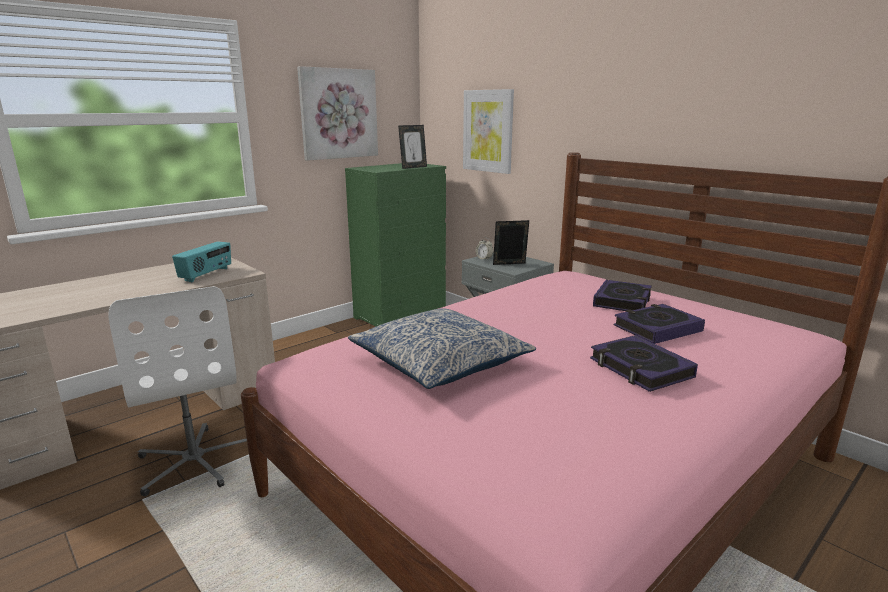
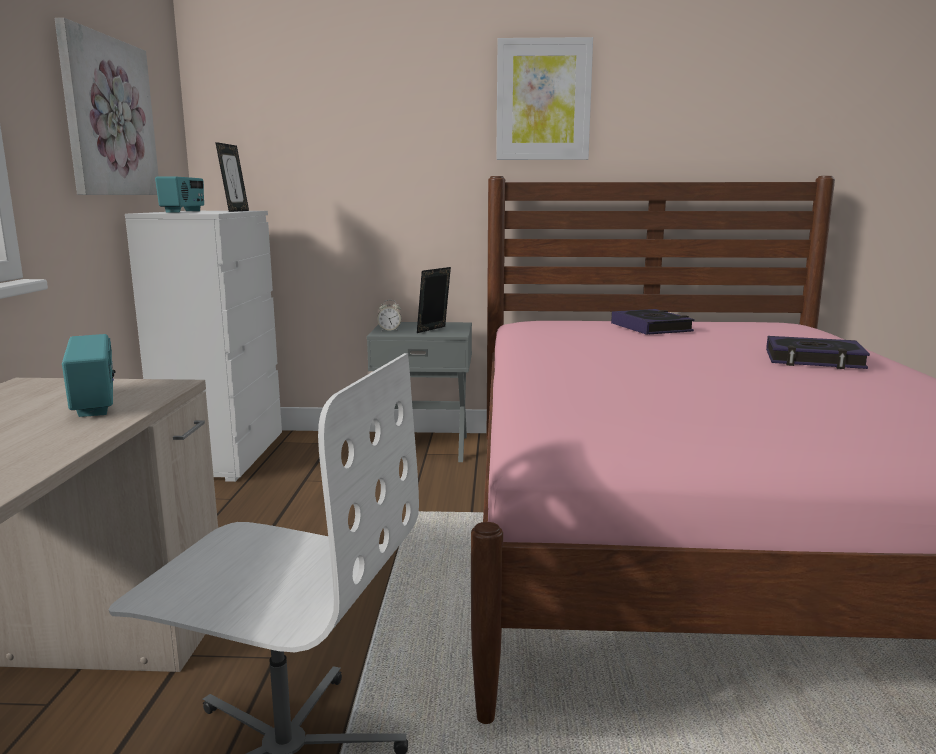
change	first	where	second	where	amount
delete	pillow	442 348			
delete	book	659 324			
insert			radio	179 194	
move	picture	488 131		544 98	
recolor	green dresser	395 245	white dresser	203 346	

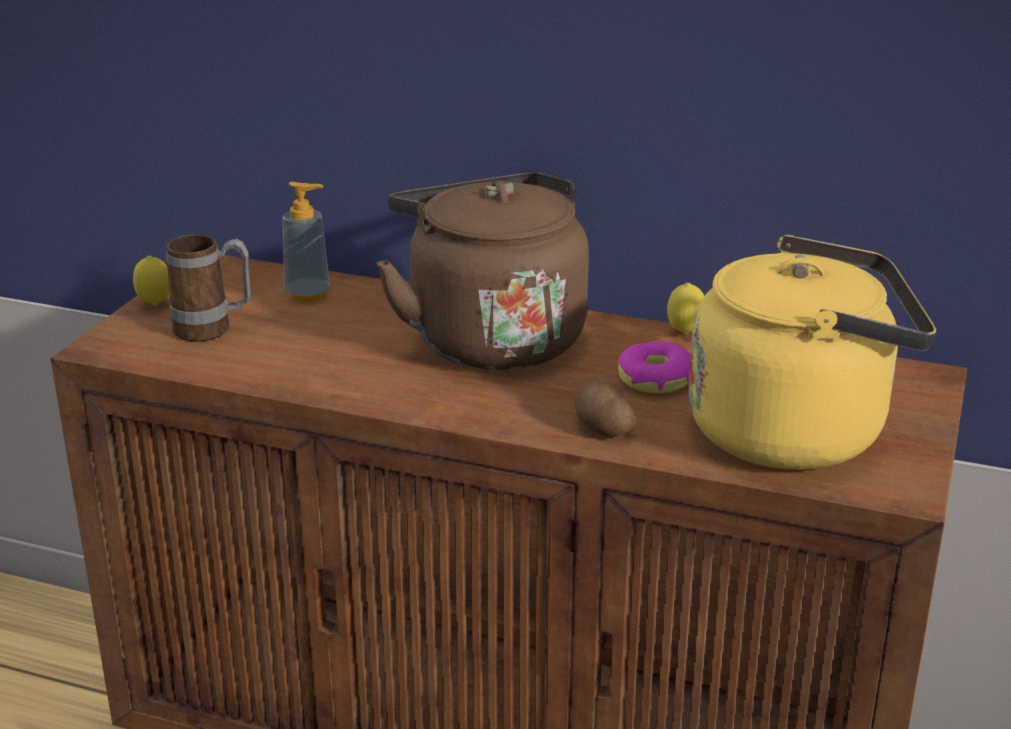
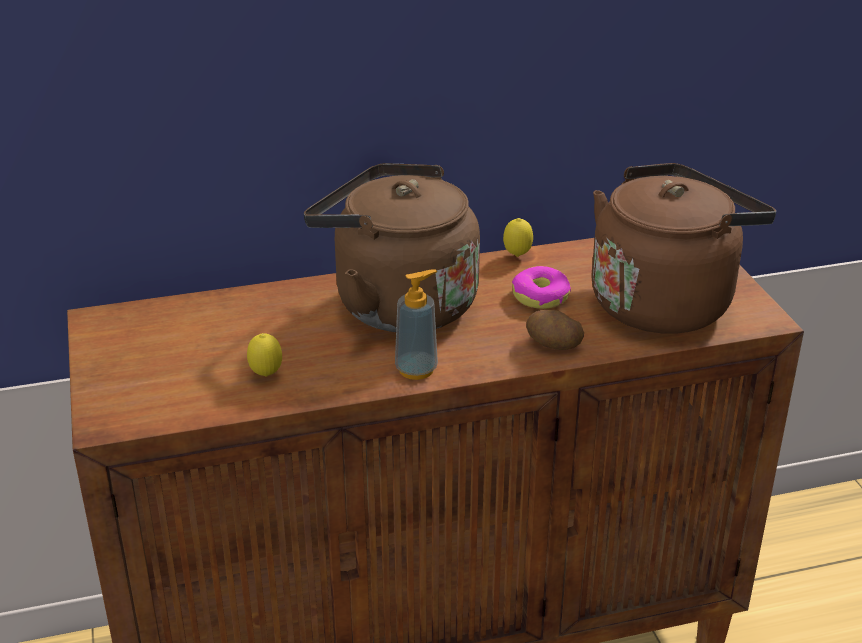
change	first	where	second	where	amount
delete	mug	208 288			
move	lemon	151 281		264 354	
move	soap dispenser	306 242		416 324	
recolor	yellow kettle	812 352	brown kettle	684 248	

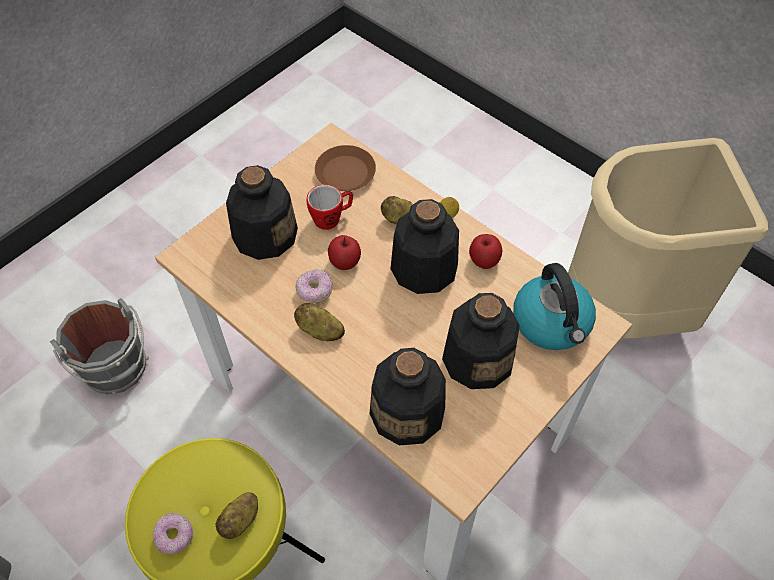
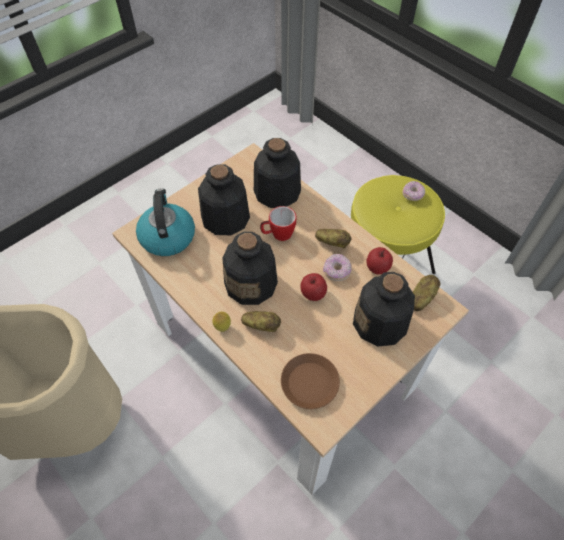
change	first	where	second	where	amount
delete	grey bucket	99 346			
move	potato	237 515		426 293	
move	mug	329 207		278 223	
move	apple	485 251		379 260	

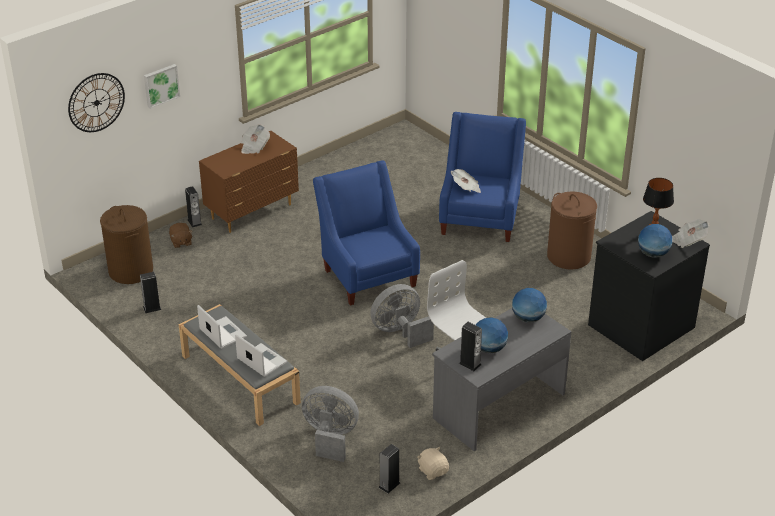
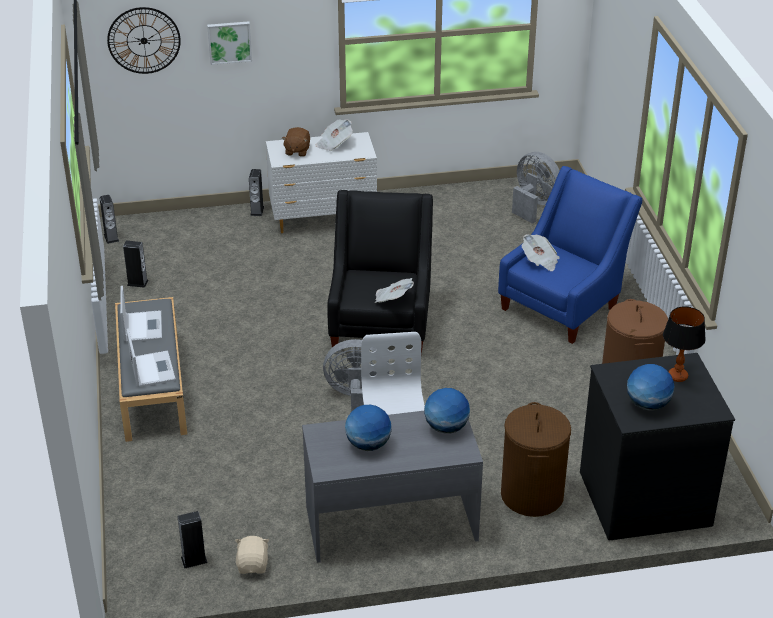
change	first	where	second	where	amount
move	brown laundry basket	126 244		536 459	
move	brown plush toy	181 235		296 142	
move	grey fan	330 424		536 188	
move	speaker	470 346		109 219	
move	newspaper	691 233		394 290	
recolor	brown dresser	249 182	white dresser	321 182	
recolor	blue armchair	366 233	black armchair	380 272	

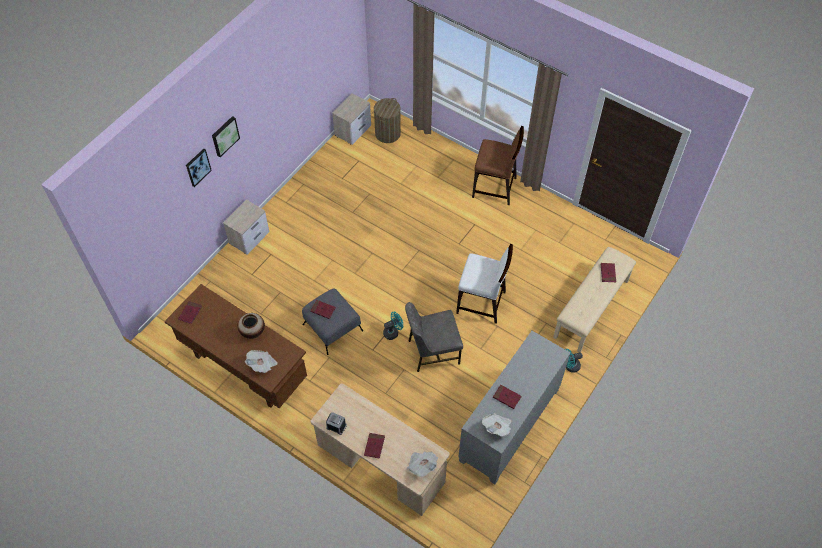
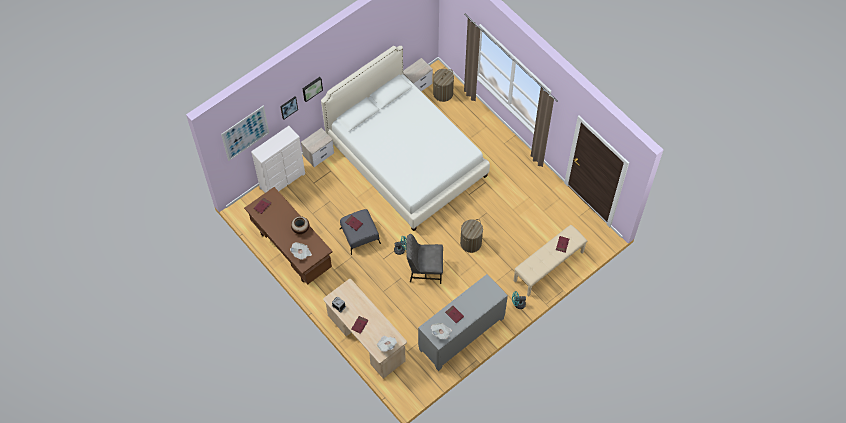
change	first	where	second	where	amount
delete	brown chair	498 165			
insert			picture	245 133	
insert			white dresser	278 159	
insert			white bed	405 138	
replace	white chair	484 284	laundry basket	471 236	

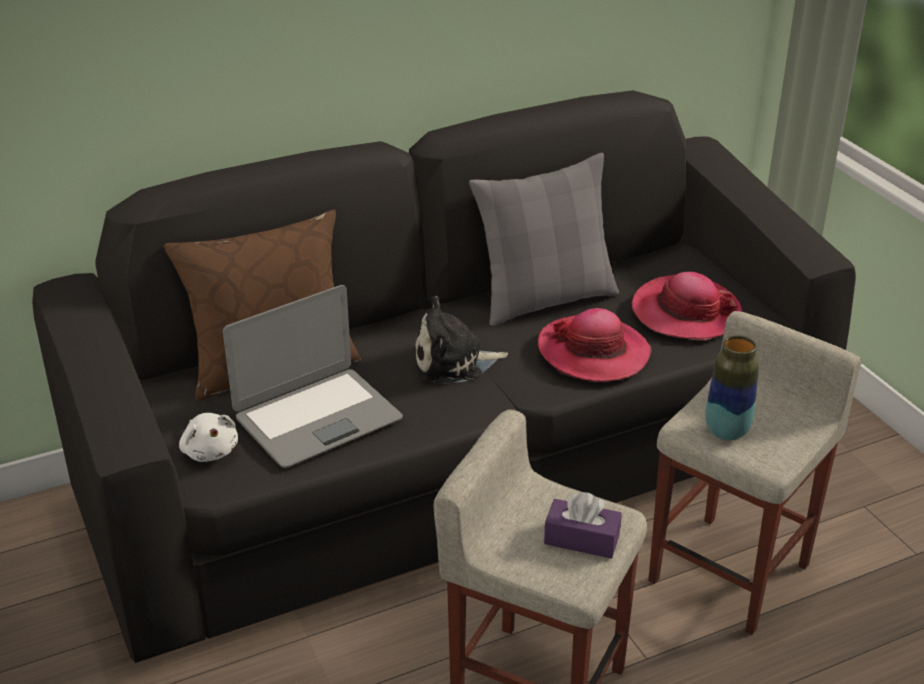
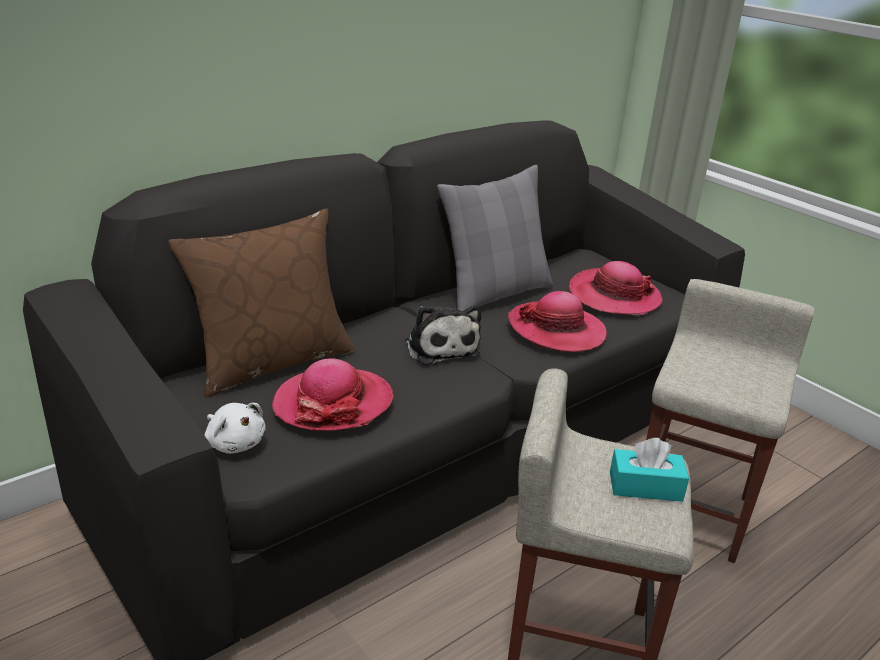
change	first	where	second	where	amount
delete	vase	732 387			
replace	laptop	313 376	hat	332 394	
recolor	purple tissue box	583 525	turquoise tissue box	649 470	
rotate	plush toy	461 340		443 335	90 degrees counterclockwise

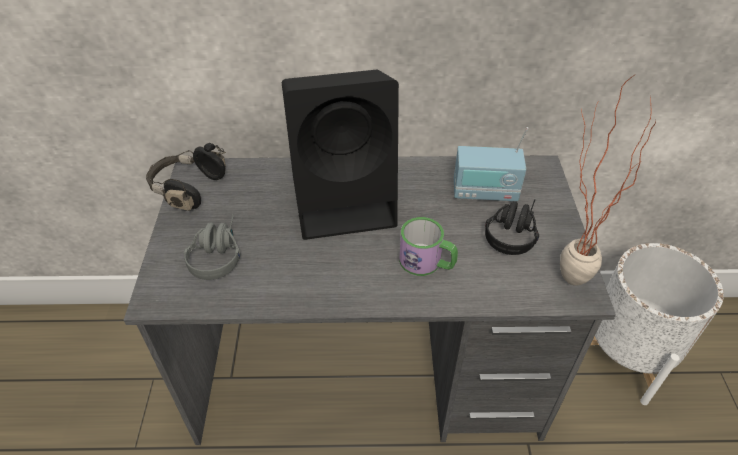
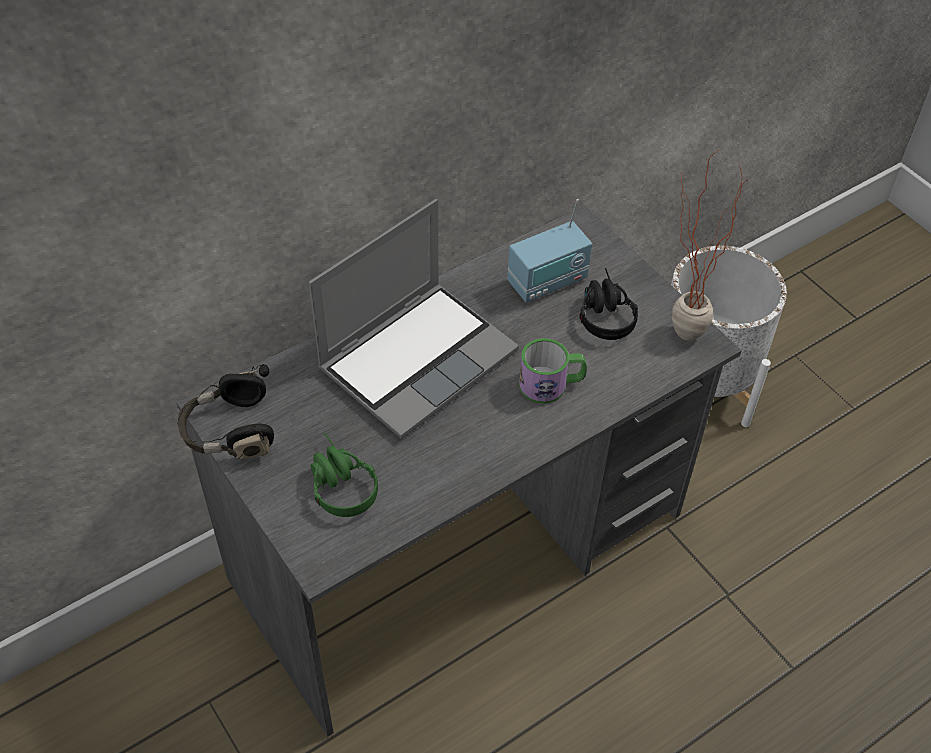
change	first	where	second	where	amount
replace	black speaker	340 155	laptop	414 319	
recolor	grey headphones	212 247	green headphones	344 474	

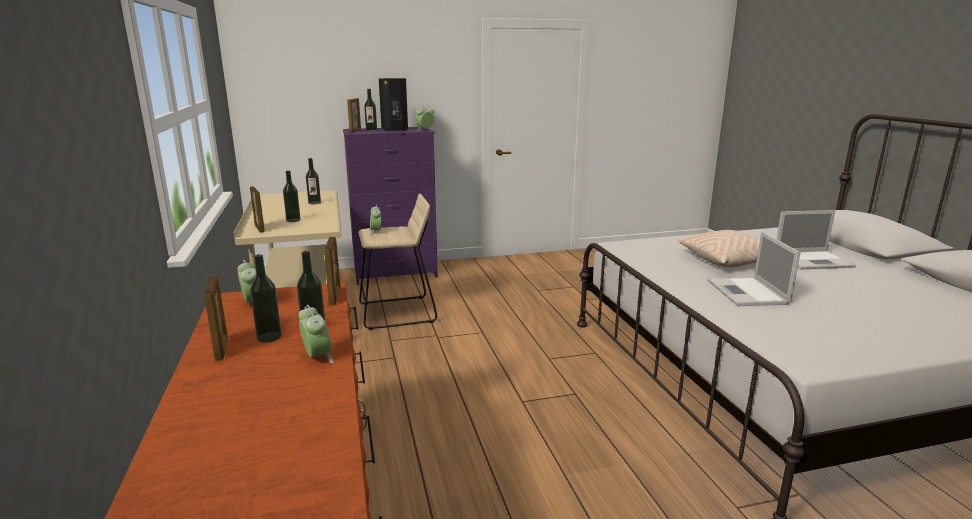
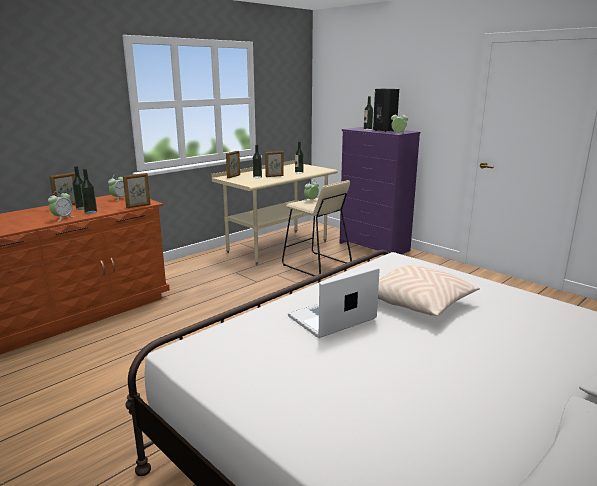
change	first	where	second	where	amount
delete	laptop	816 239			
move	picture frame	354 115		274 164	

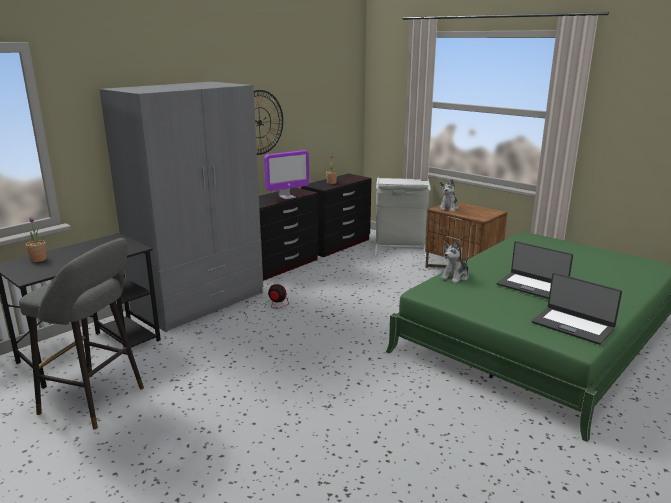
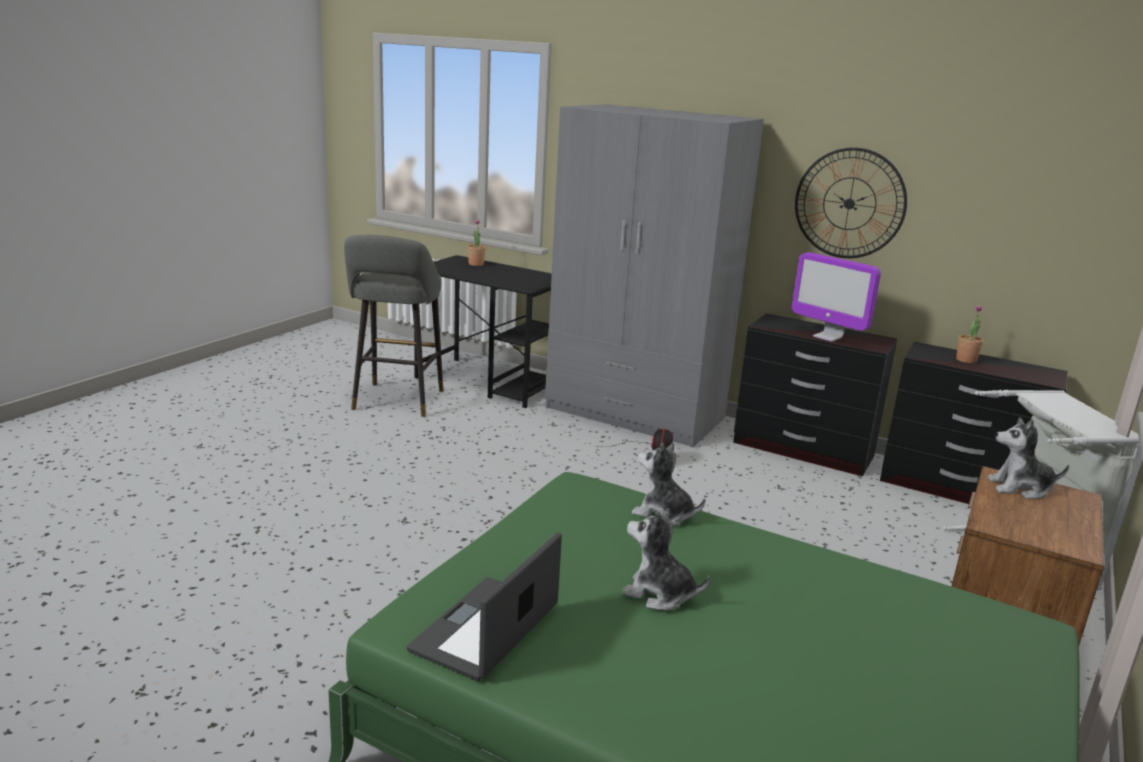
change	first	where	second	where	amount
replace	laptop	535 270	plush toy	666 559	

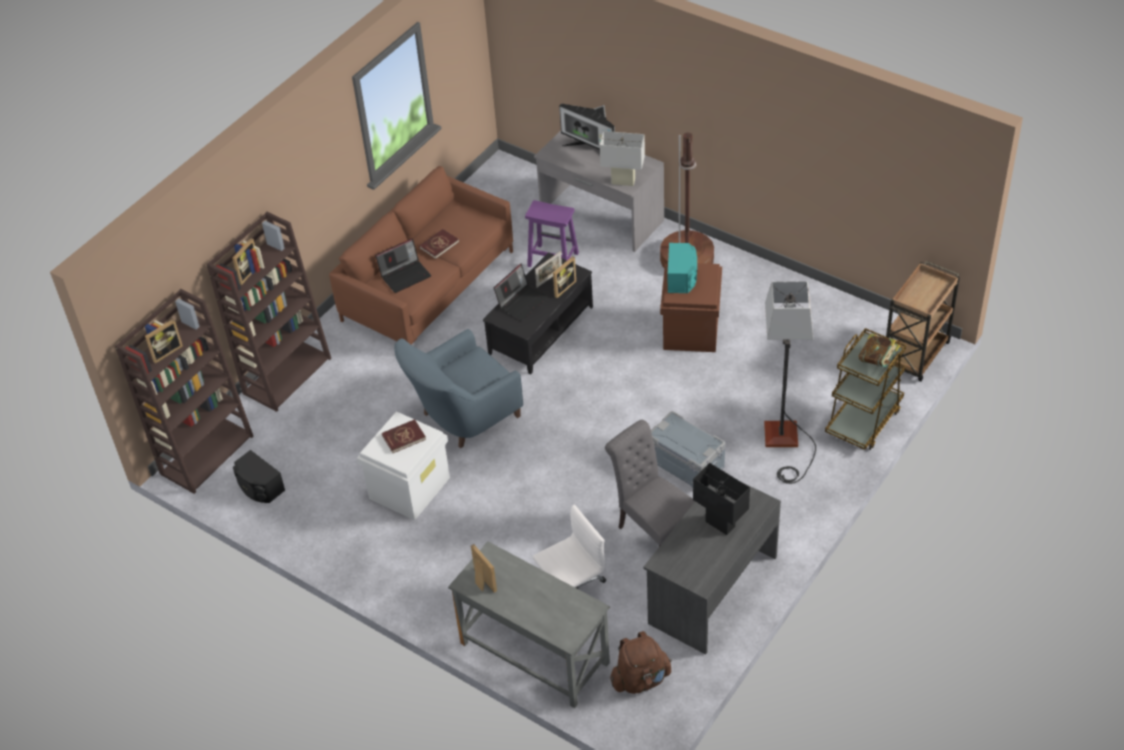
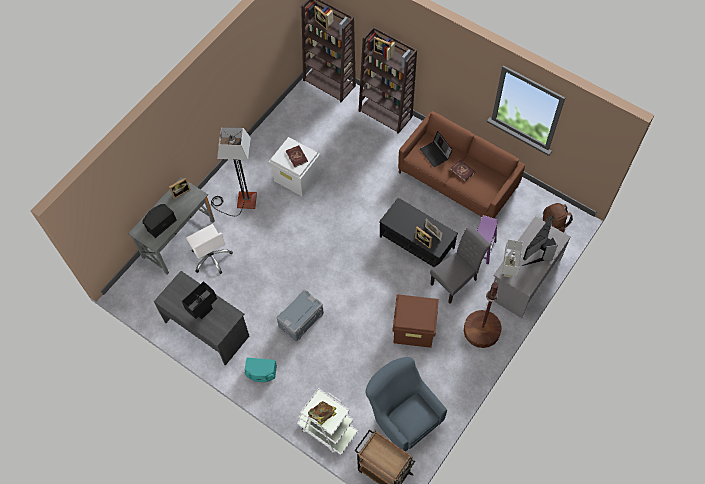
change	first	where	second	where	amount
delete	laptop	521 292			
move	black speaker	259 476		159 221	
move	blue armchair	458 388		406 404	
move	grey chair	650 483		460 265	
move	brown backpack	641 662		558 218	
move	turquoise speaker	683 268		261 369	
move	floor lamp	790 382		234 171	
recolor	brown cart	865 389	white cart	327 421	

